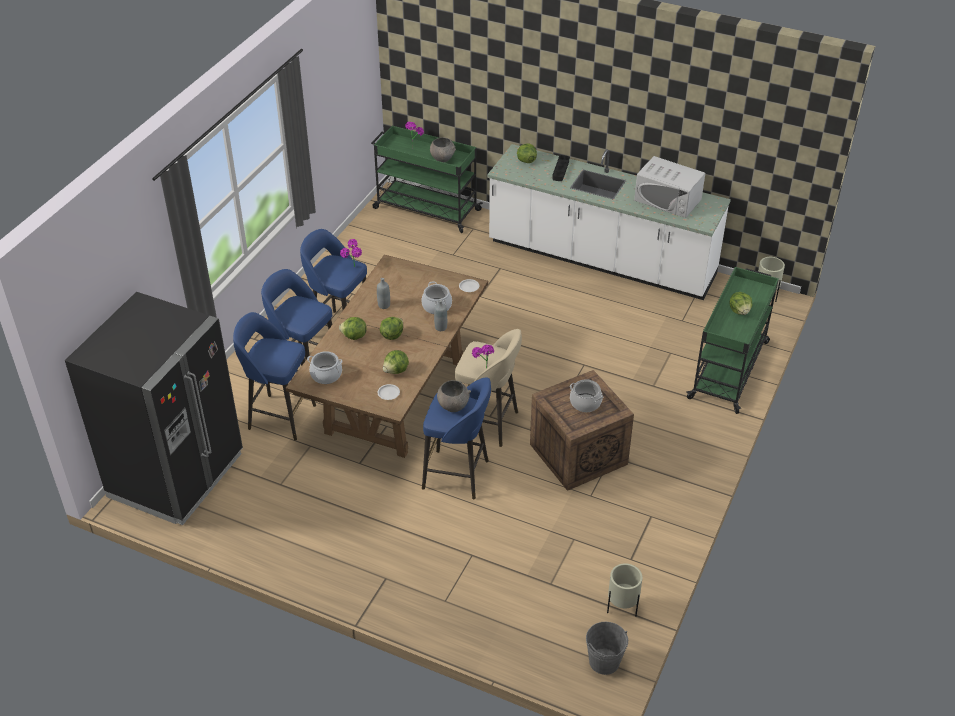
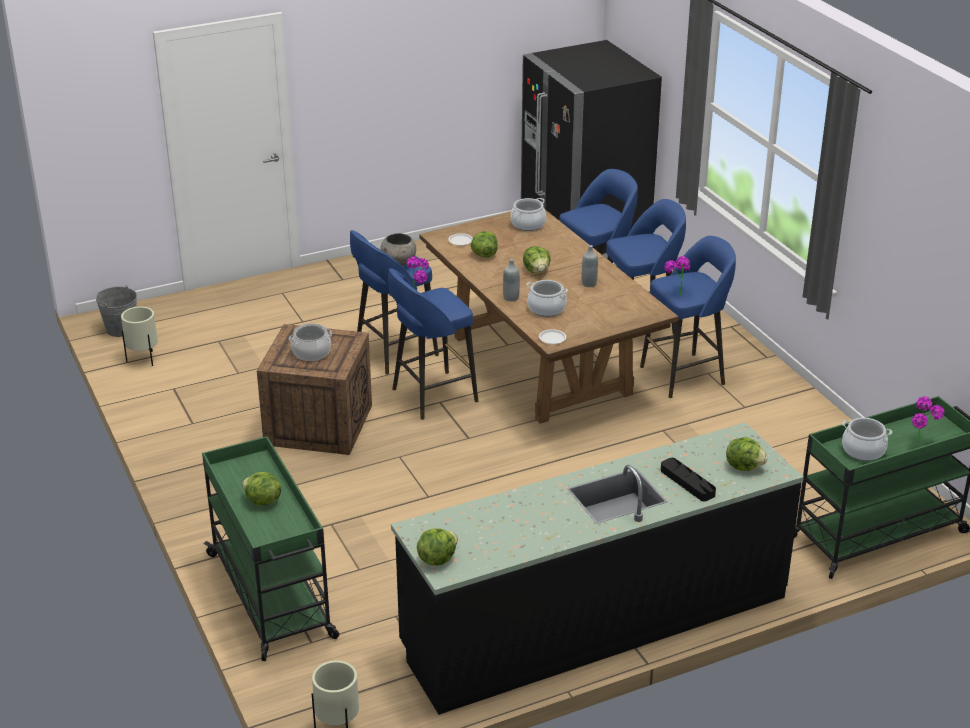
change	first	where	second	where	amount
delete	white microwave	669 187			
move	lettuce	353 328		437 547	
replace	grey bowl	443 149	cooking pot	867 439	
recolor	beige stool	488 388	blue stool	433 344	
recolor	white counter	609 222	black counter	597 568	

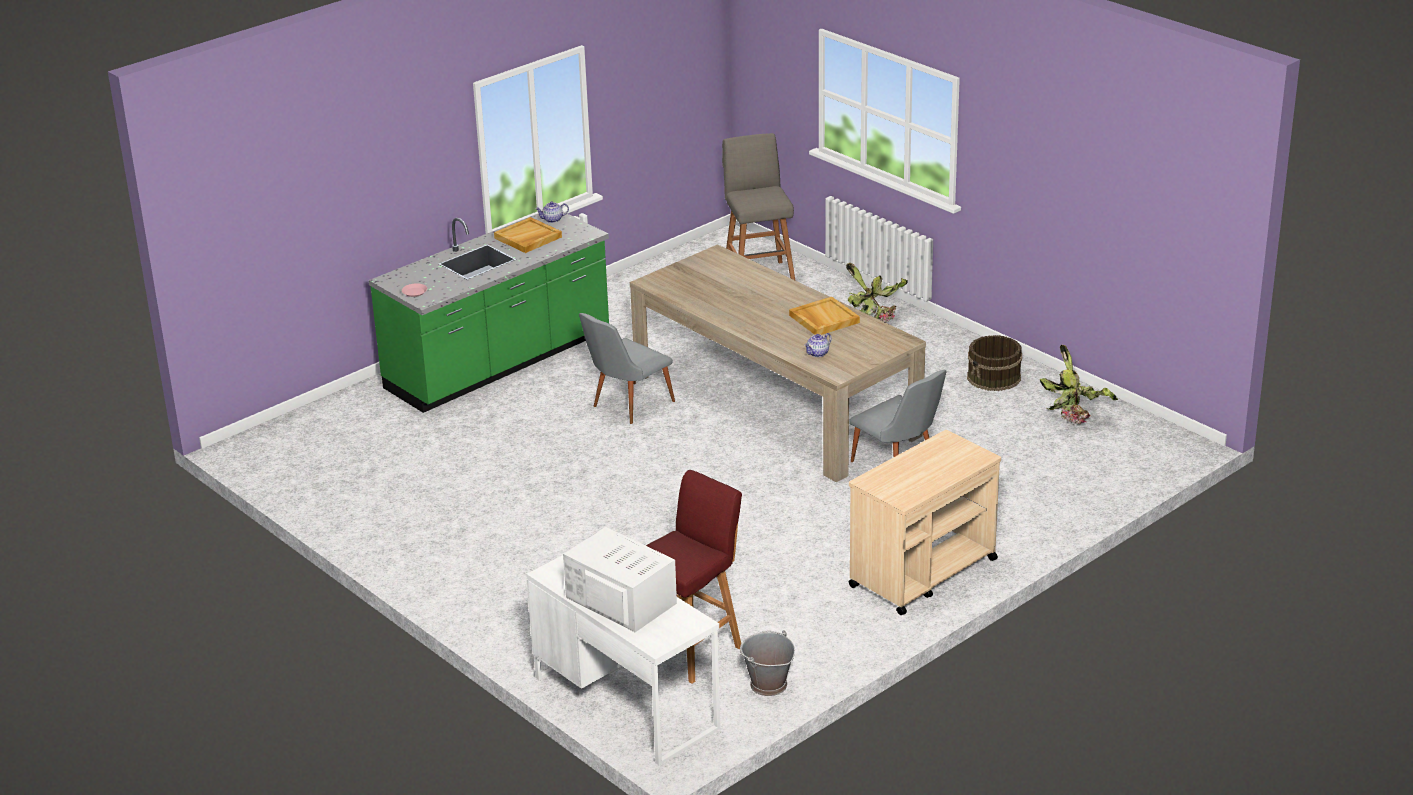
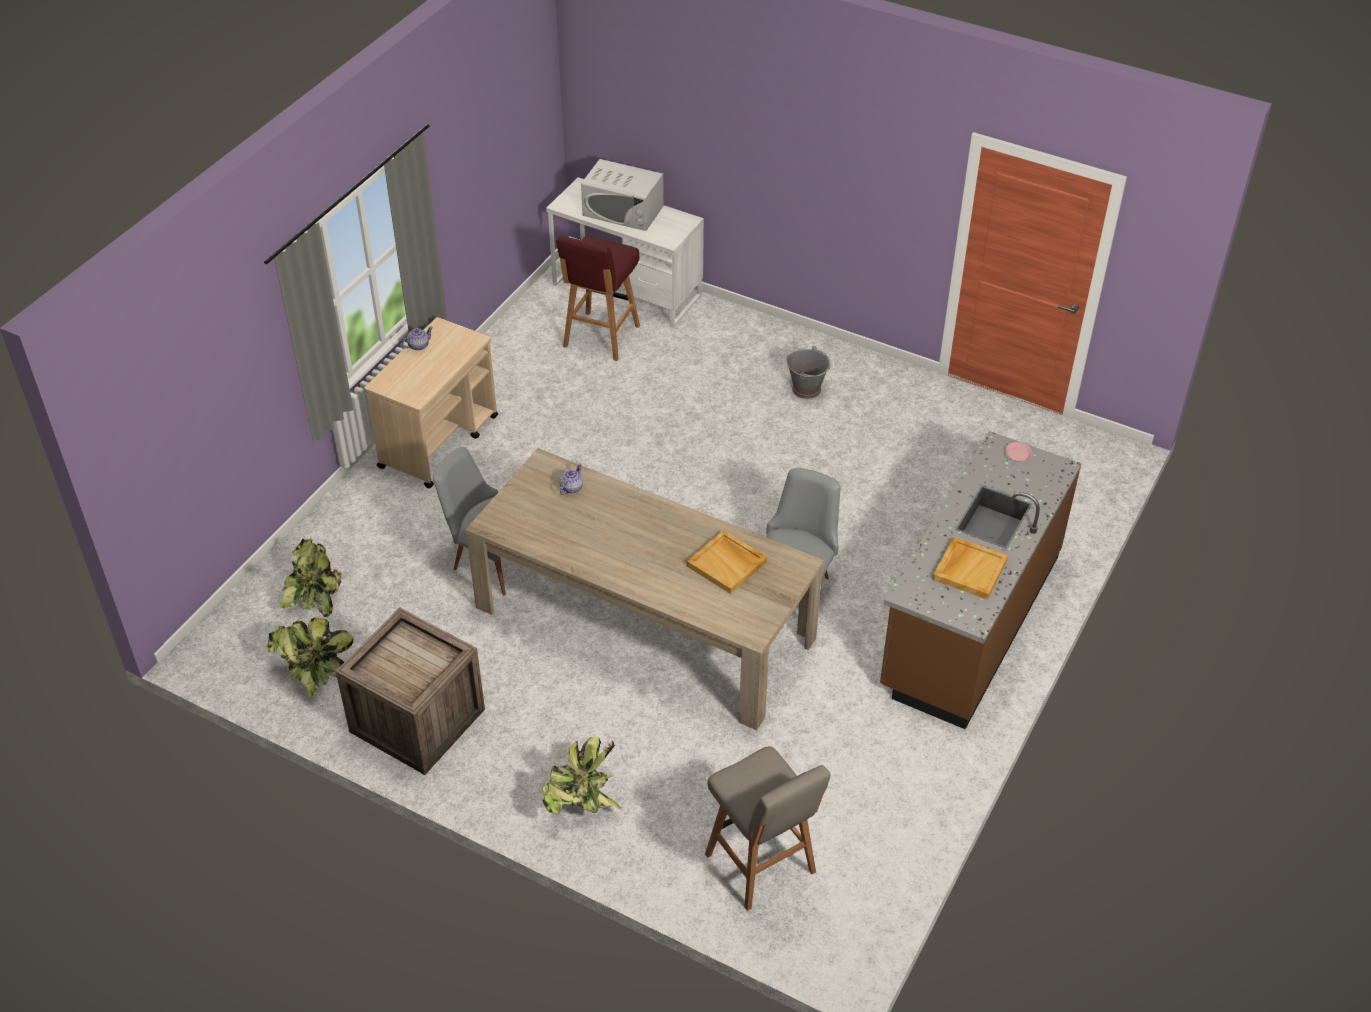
change	first	where	second	where	amount
insert			potted plant	310 577	
move	teapot	552 212		417 339	
move	grey bucket	767 663		808 372	
move	beige tray	824 316		727 562	
replace	brown bucket	994 363	crate	410 691	
recolor	green counter	489 312	brown counter	981 580	

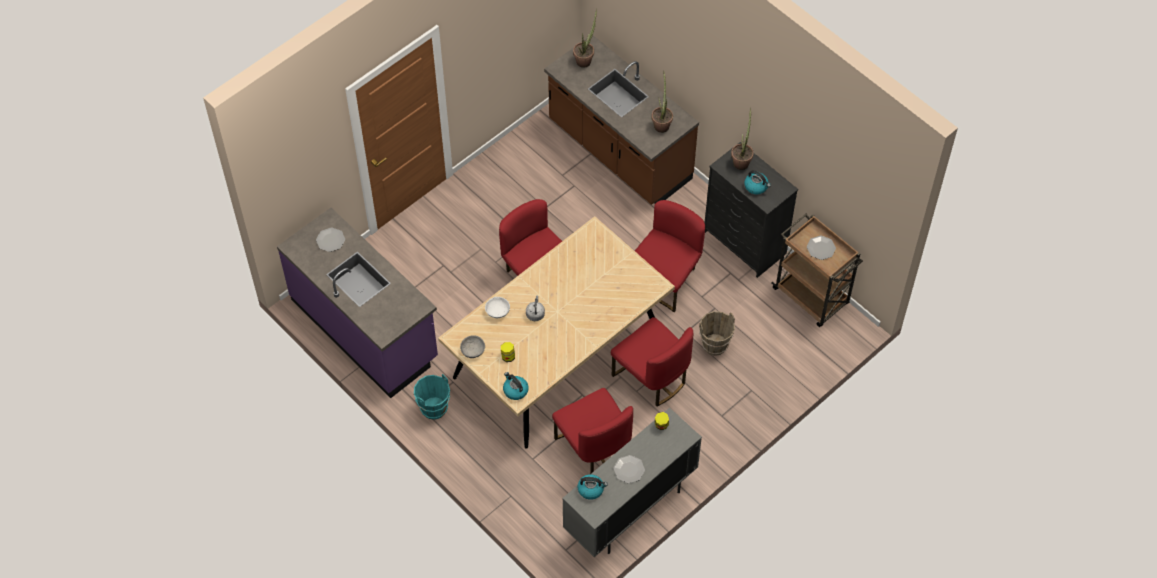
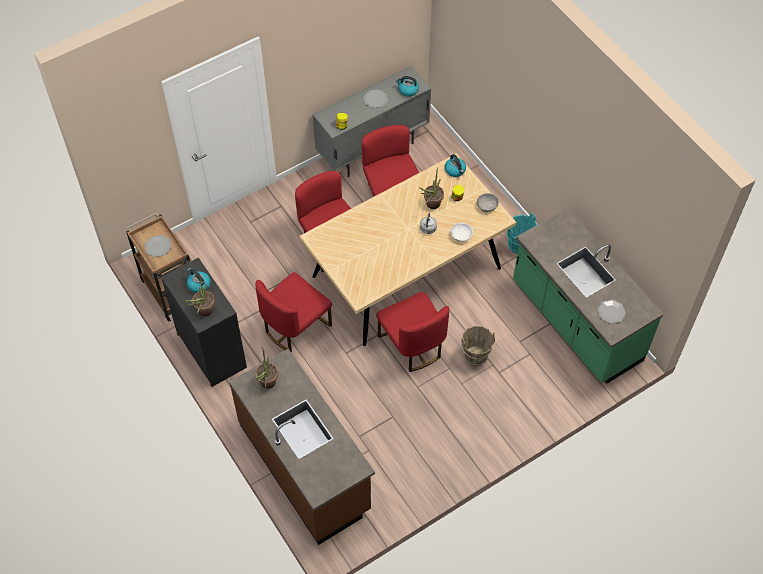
change	first	where	second	where	amount
move	potted plant	585 38		431 188	
move	brown bucket	717 333		478 346	
recolor	purple counter	357 303	green counter	588 296	

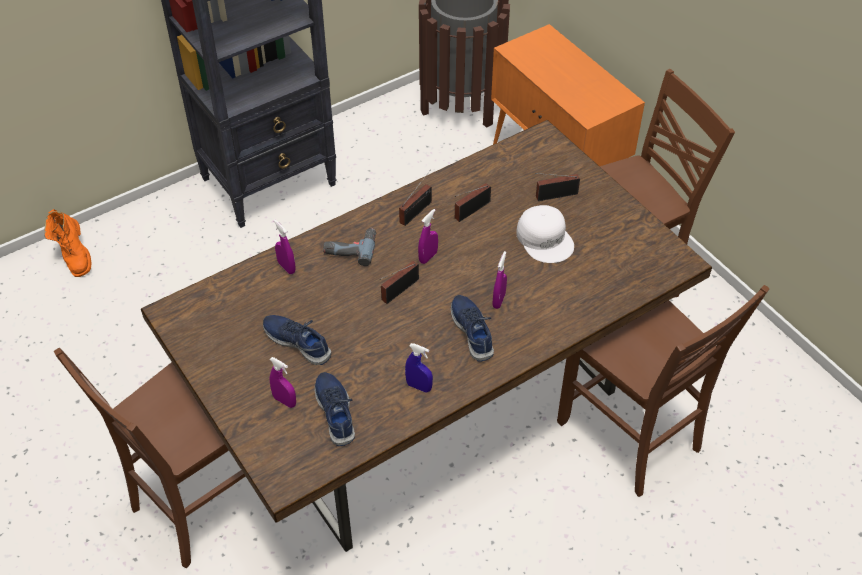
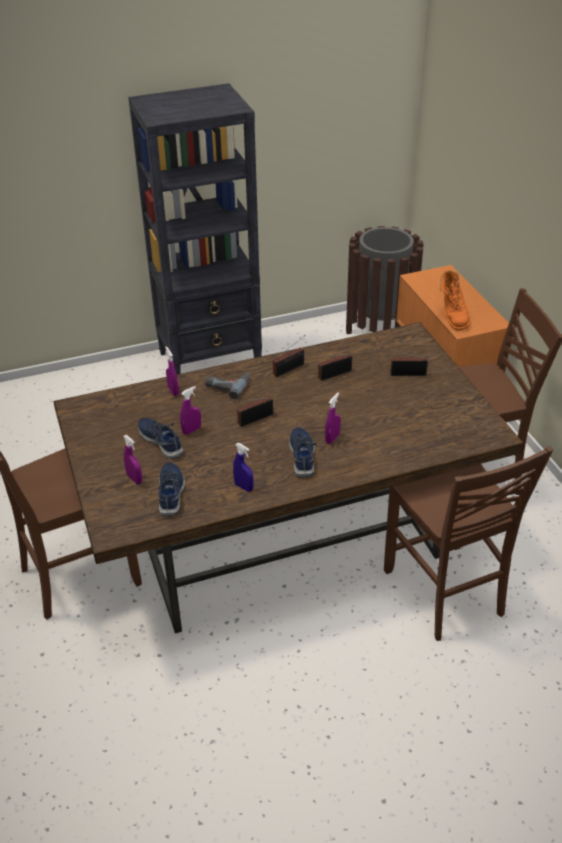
change	first	where	second	where	amount
delete	white cap	545 234			
move	orange boot	68 243		455 299	
move	purple spray bottle	428 236		190 410	

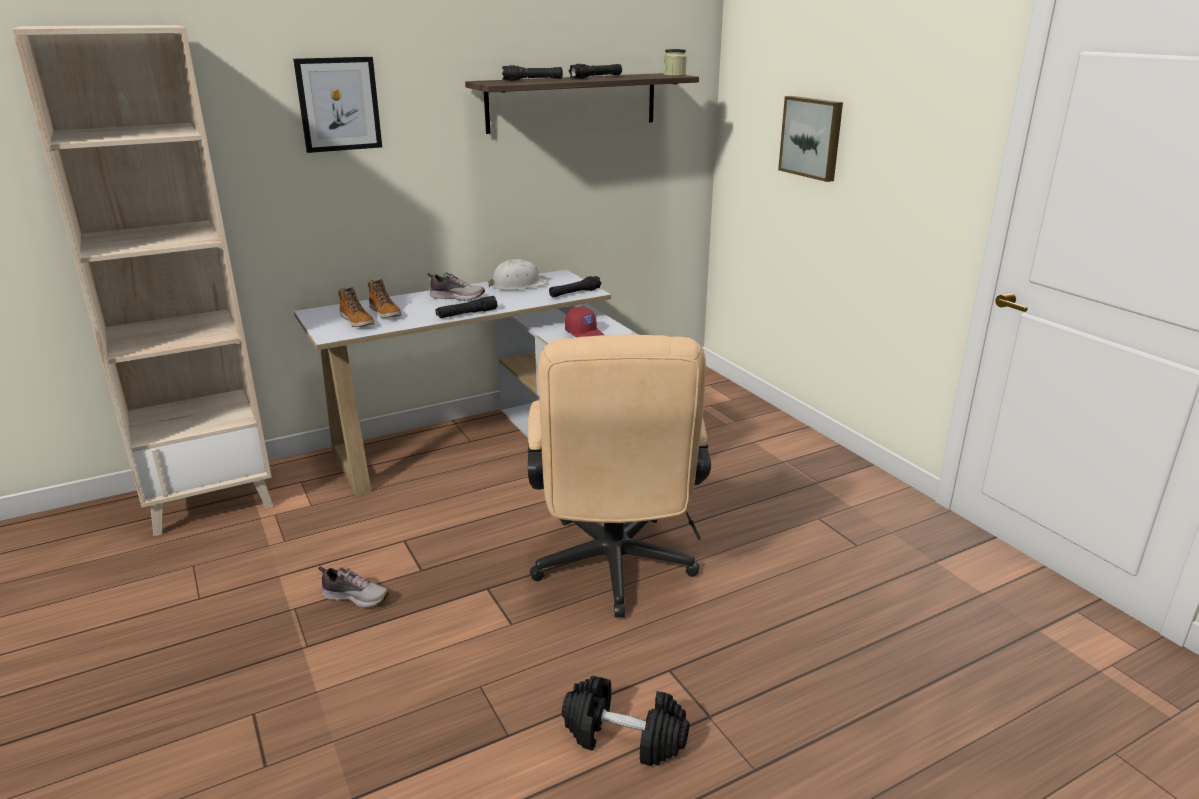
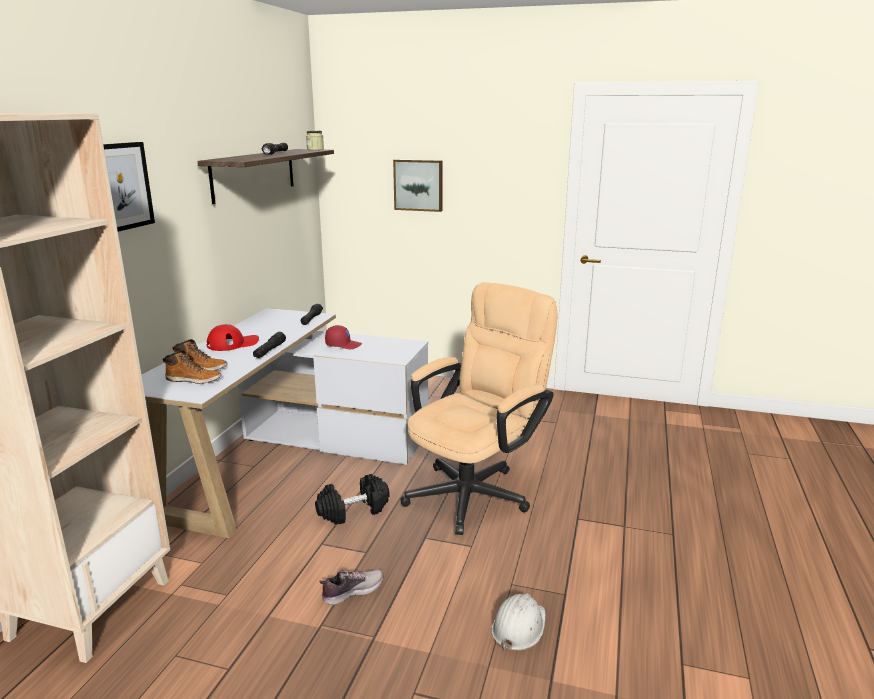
change	first	where	second	where	amount
delete	black flashlight	532 73			
move	white hard hat	518 274		518 622	
move	black dumbbell	625 721		352 499	
replace	shoe	456 287	red cap	233 337	
rotate	beige office chair	619 475		479 408	90 degrees counterclockwise

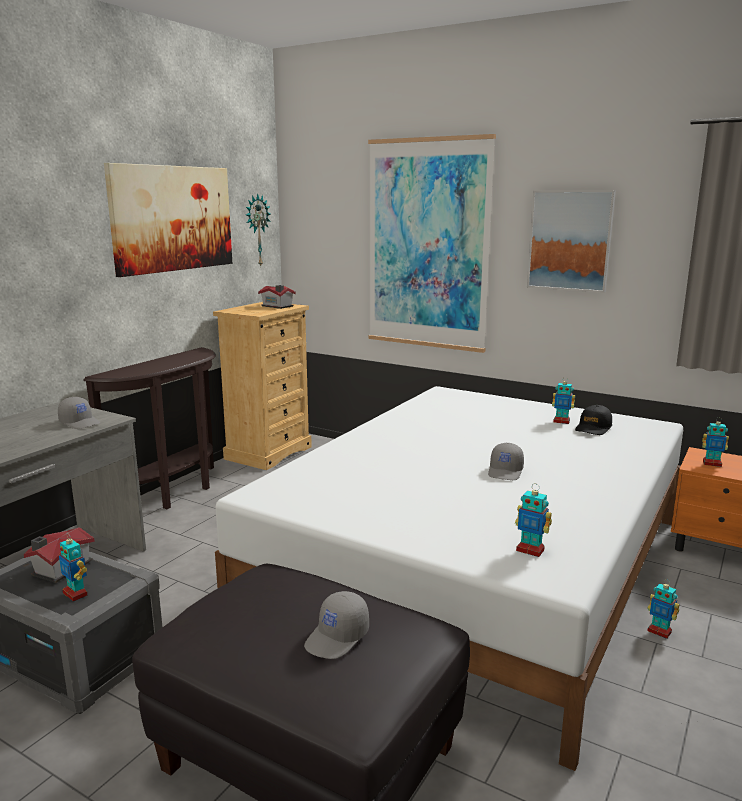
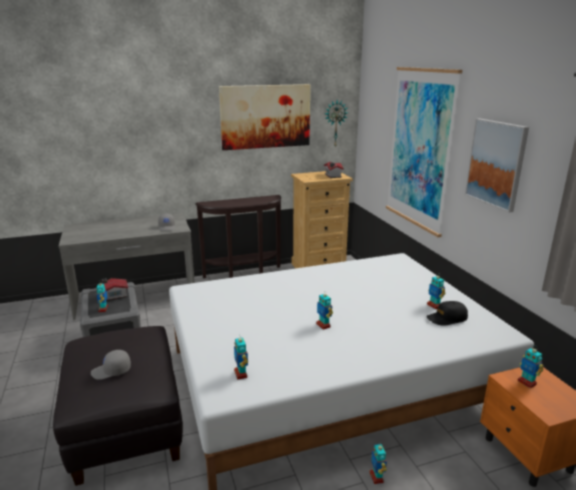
change	first	where	second	where	amount
replace	grey cap	506 461	toy robot	324 312	

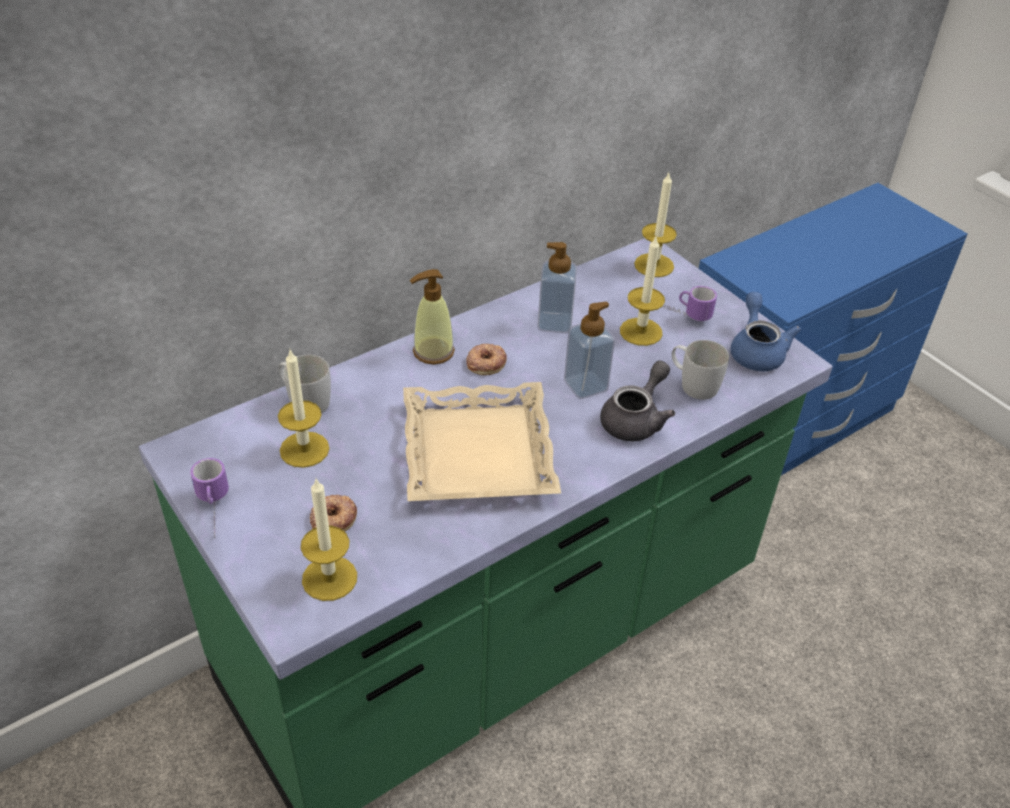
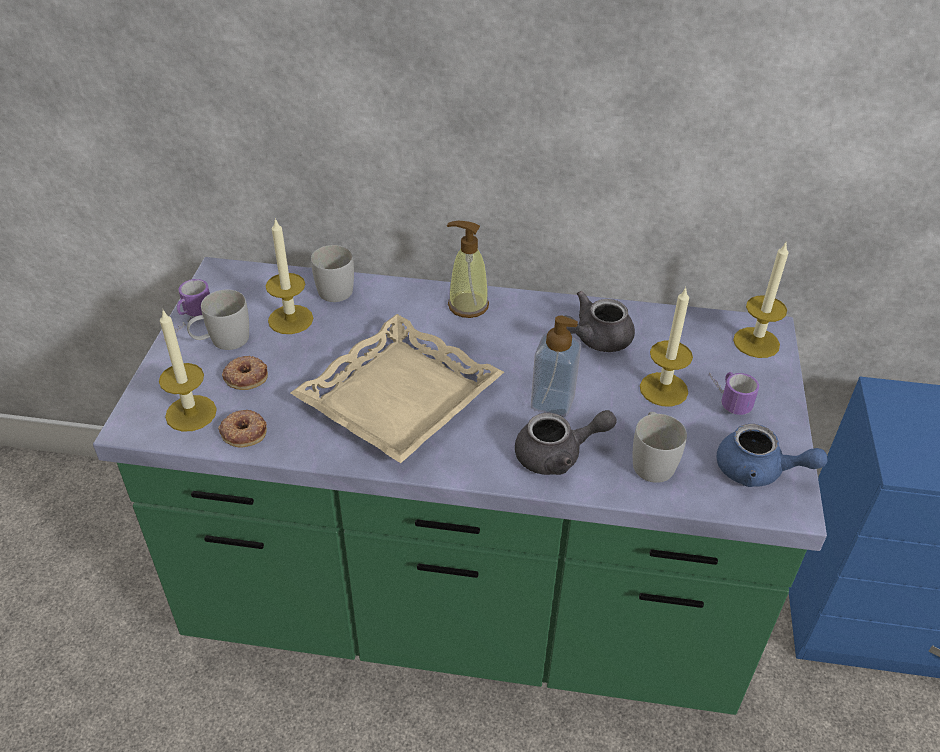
change	first	where	second	where	amount
insert			white mug	218 320	
move	donut	486 359		242 429	
replace	soap dispenser	557 287	grey teapot	600 321	
rotate	blue teapot	766 331		772 455	75 degrees clockwise

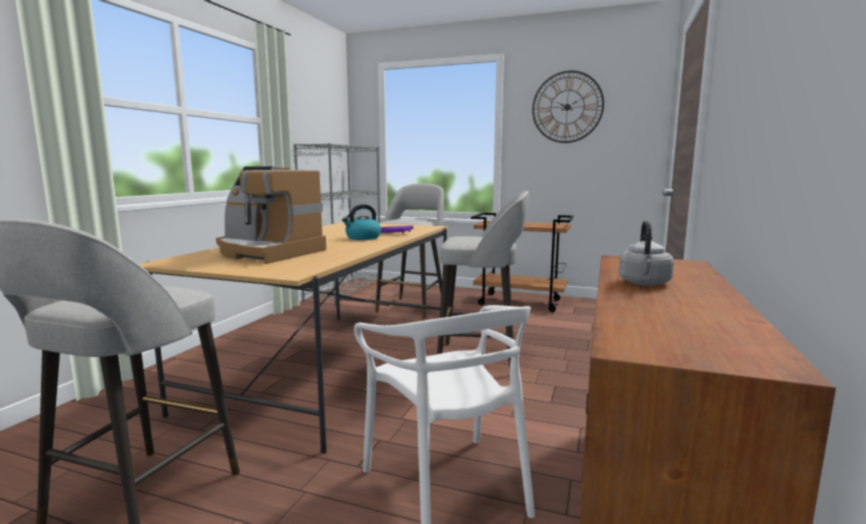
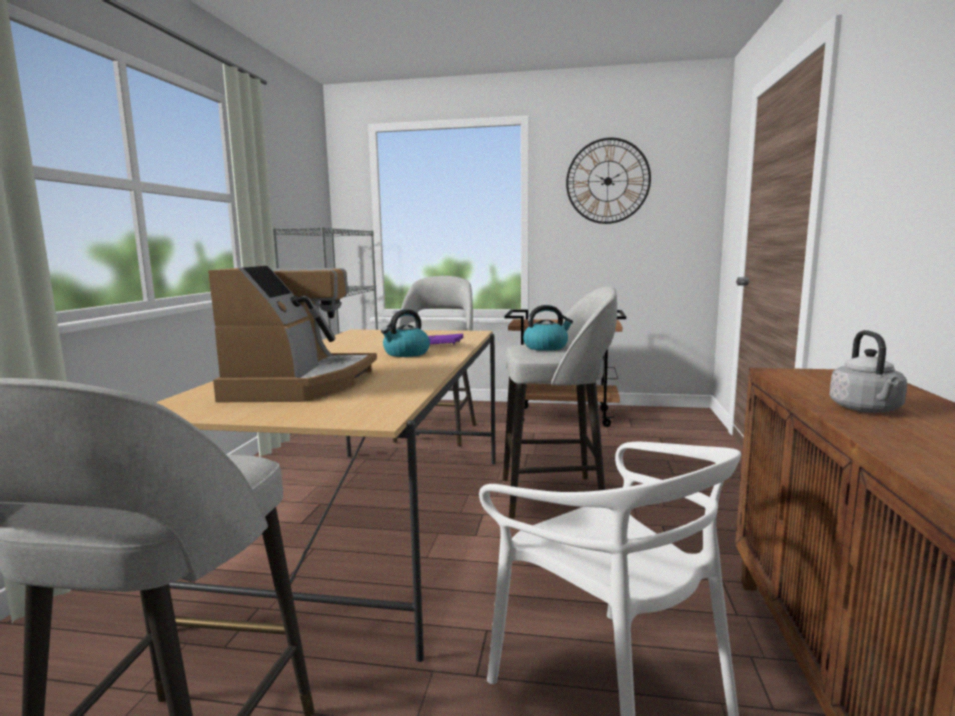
change	first	where	second	where	amount
insert			kettle	548 328	
rotate	coffee machine	271 215		292 334	105 degrees counterclockwise

